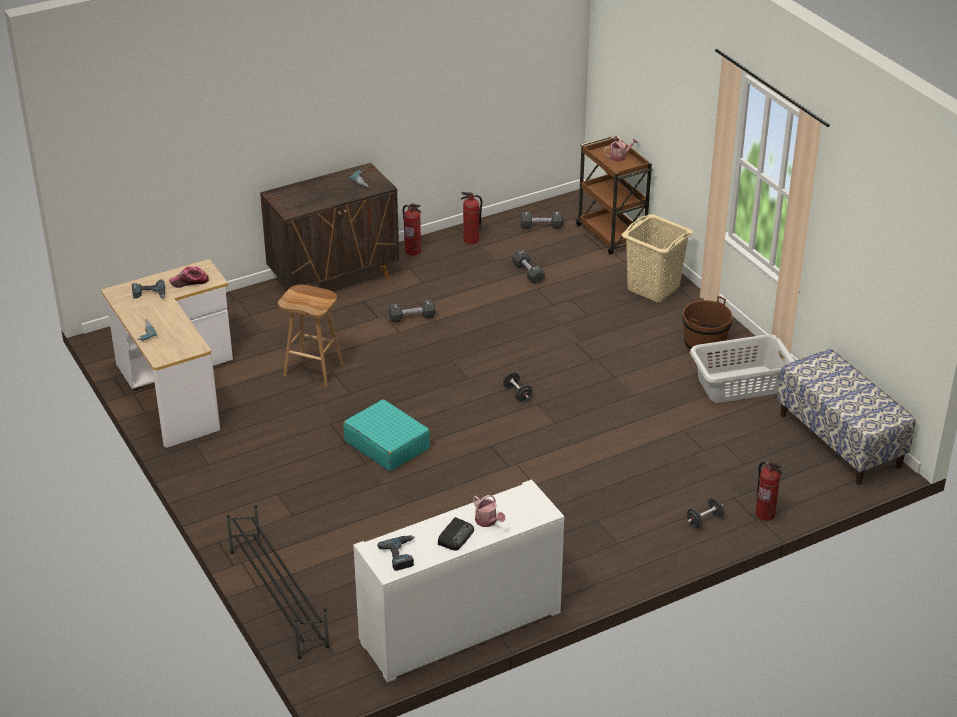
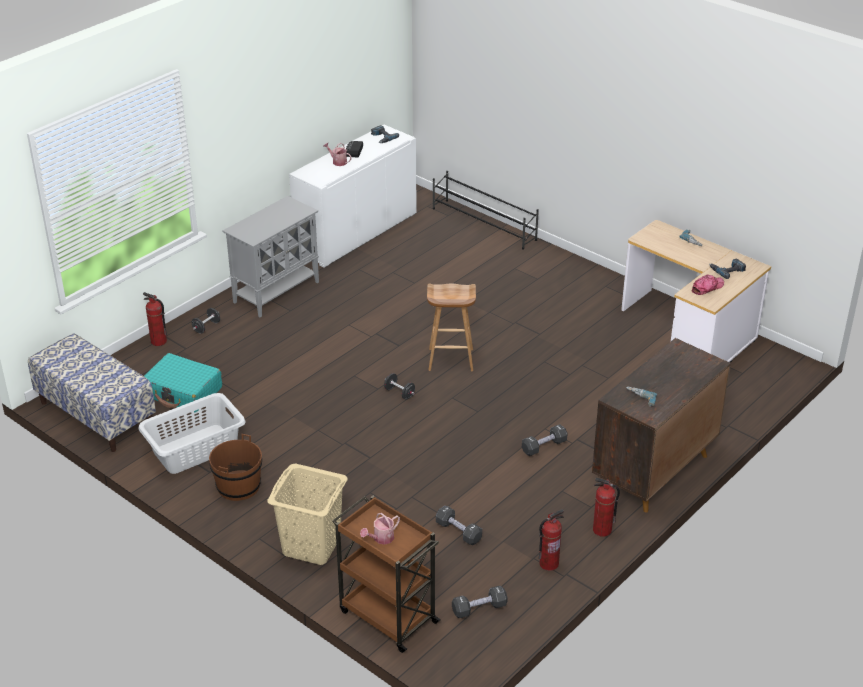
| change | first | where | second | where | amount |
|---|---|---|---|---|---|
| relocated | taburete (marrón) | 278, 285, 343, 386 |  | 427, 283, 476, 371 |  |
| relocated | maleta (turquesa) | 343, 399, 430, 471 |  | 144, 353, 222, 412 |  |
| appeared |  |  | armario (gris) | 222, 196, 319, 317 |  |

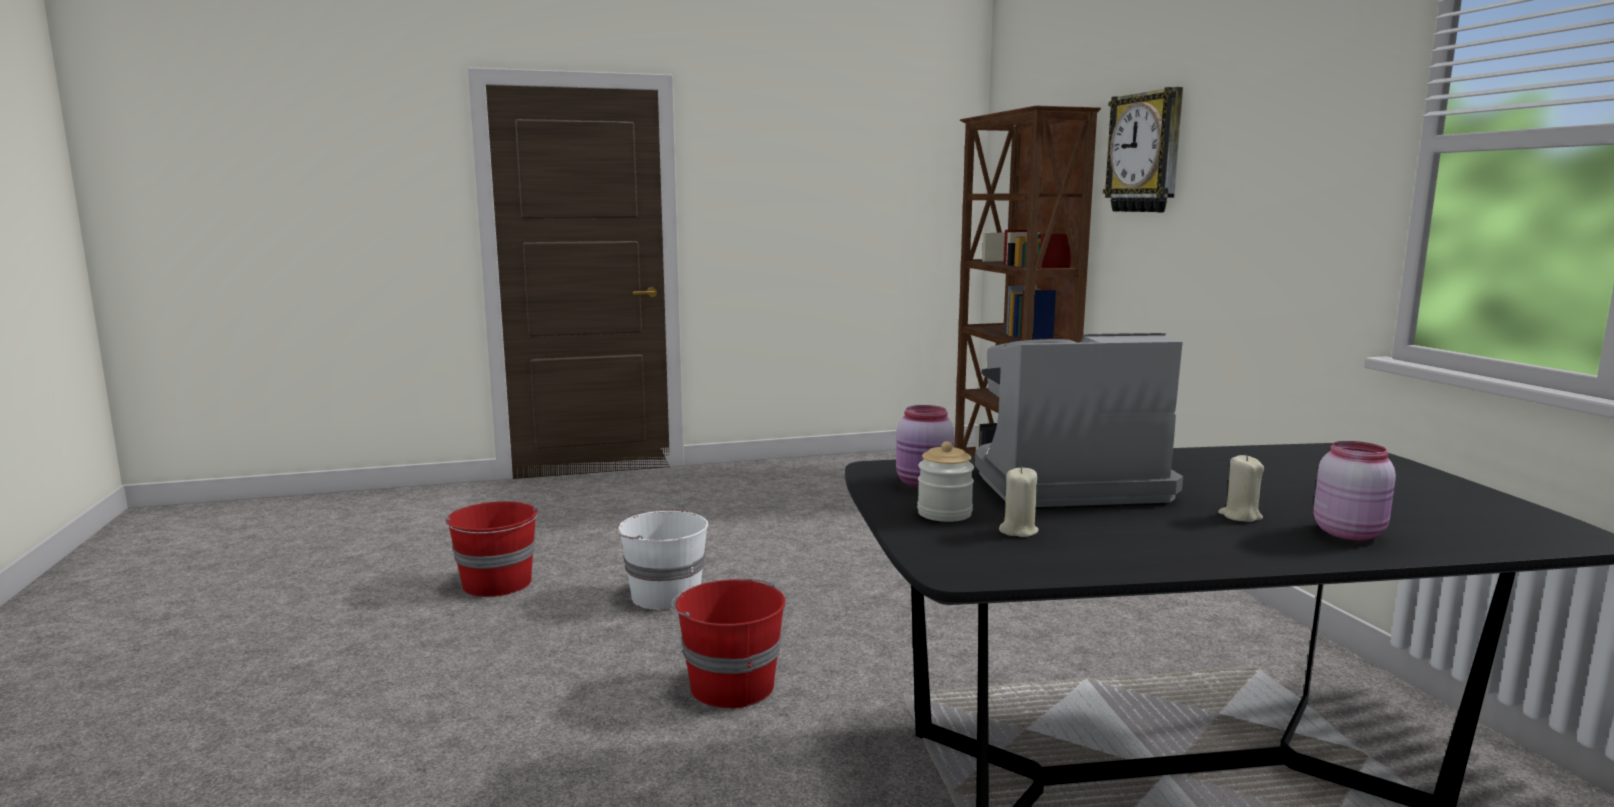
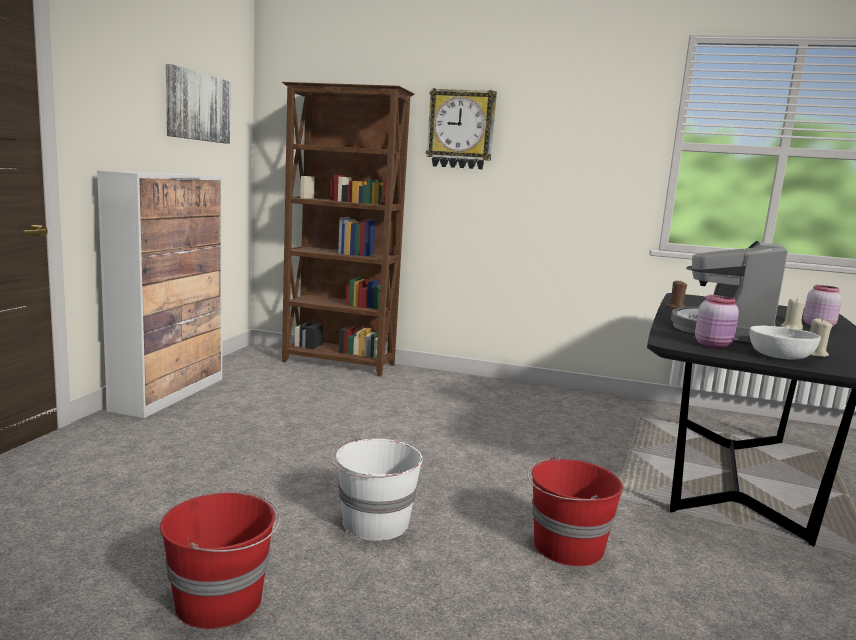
| change | first | where | second | where | amount |
|---|---|---|---|---|---|
| exchanged | tarro | 917, 441, 974, 522 | cuenco (blanco) | 750, 326, 821, 359 |  |
| appeared |  |  | armario | 97, 170, 222, 418 |  |
| appeared |  |  | cuadro | 166, 64, 230, 144 |  |
| appeared |  |  | vela (marrón) | 666, 280, 687, 308 |  |

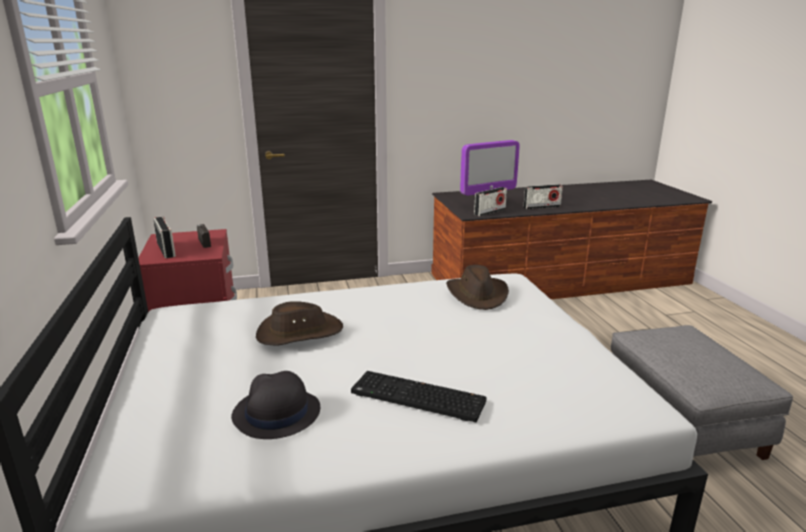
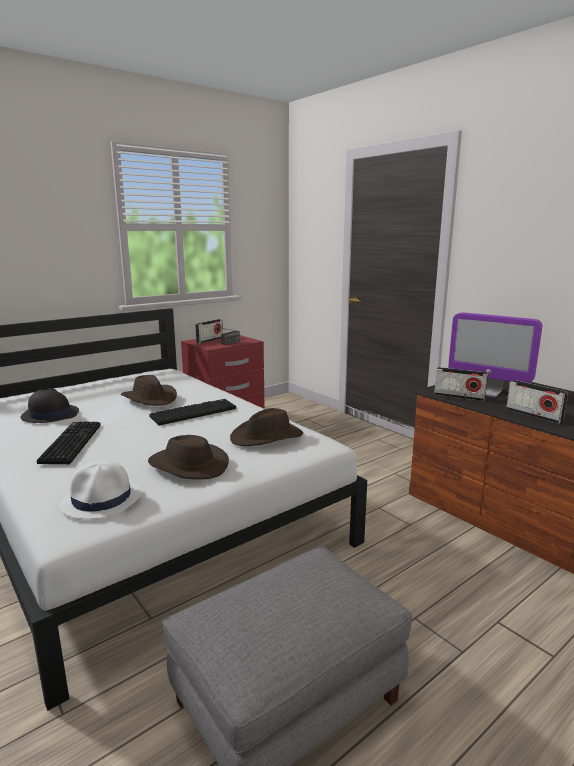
| change | first | where | second | where | amount |
|---|---|---|---|---|---|
| appeared |  |  | sombrero (blanco) | 59, 460, 142, 519 |  |
| appeared |  |  | sombrero (marrón) | 148, 435, 229, 479 |  |
| appeared |  |  | teclado | 149, 399, 236, 426 |  |

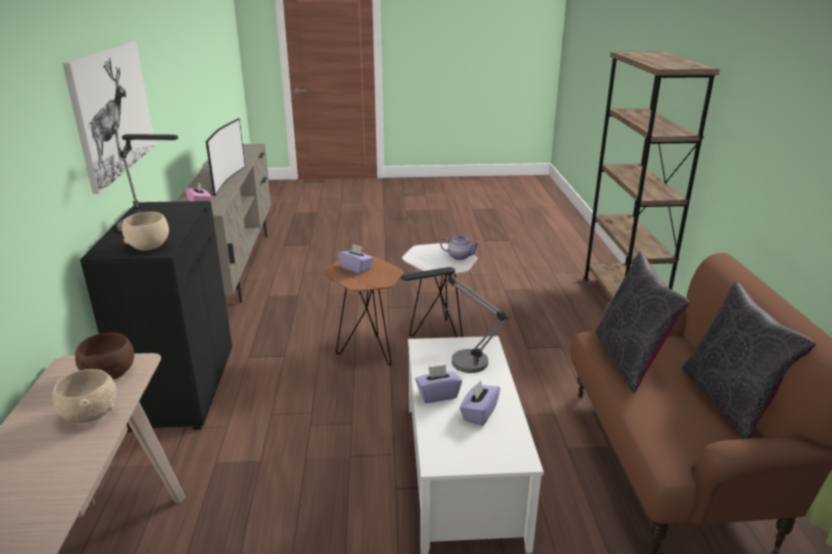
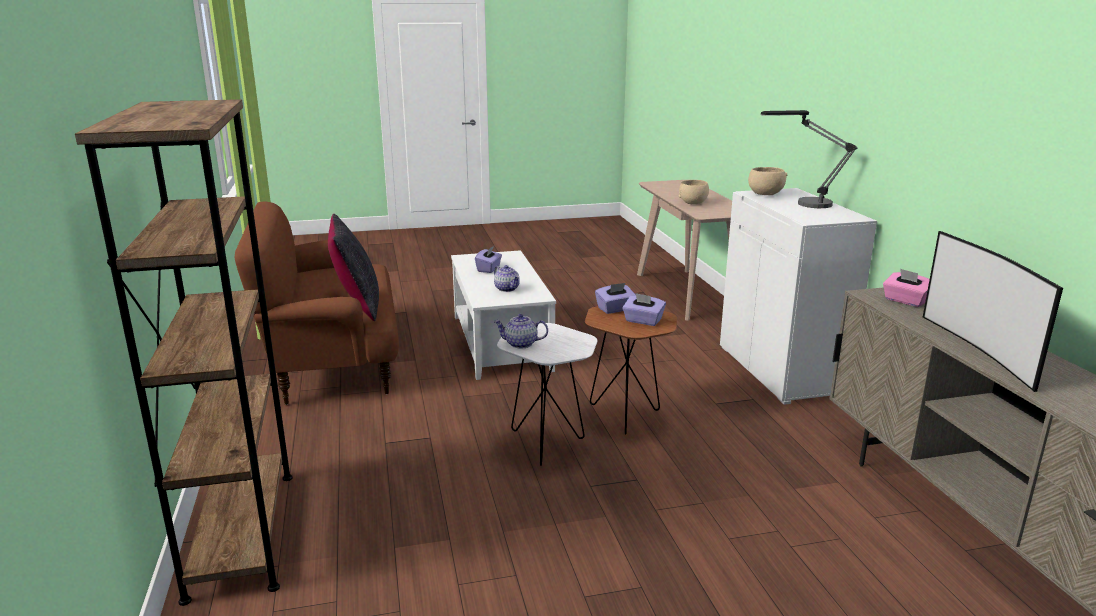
| change | first | where | second | where | amount |
|---|---|---|---|---|---|
| missing | cuadro | 62, 41, 155, 194 |  |  |  |
| missing | cuenco (marrón) | 75, 333, 134, 379 |  |  |  |
| colour | armario (negro) | 80, 201, 232, 432 | armario (blanco) | 720, 188, 877, 405 |  |
| exchanged | lámpara de mesa | 401, 267, 510, 373 | tetera | 494, 265, 520, 292 |  |
| relocated | caja de pañuelos (morado) | 415, 365, 462, 403 |  | 595, 283, 636, 314 |  |
| missing | cojín (negro) | 682, 281, 816, 439 |  |  |  |

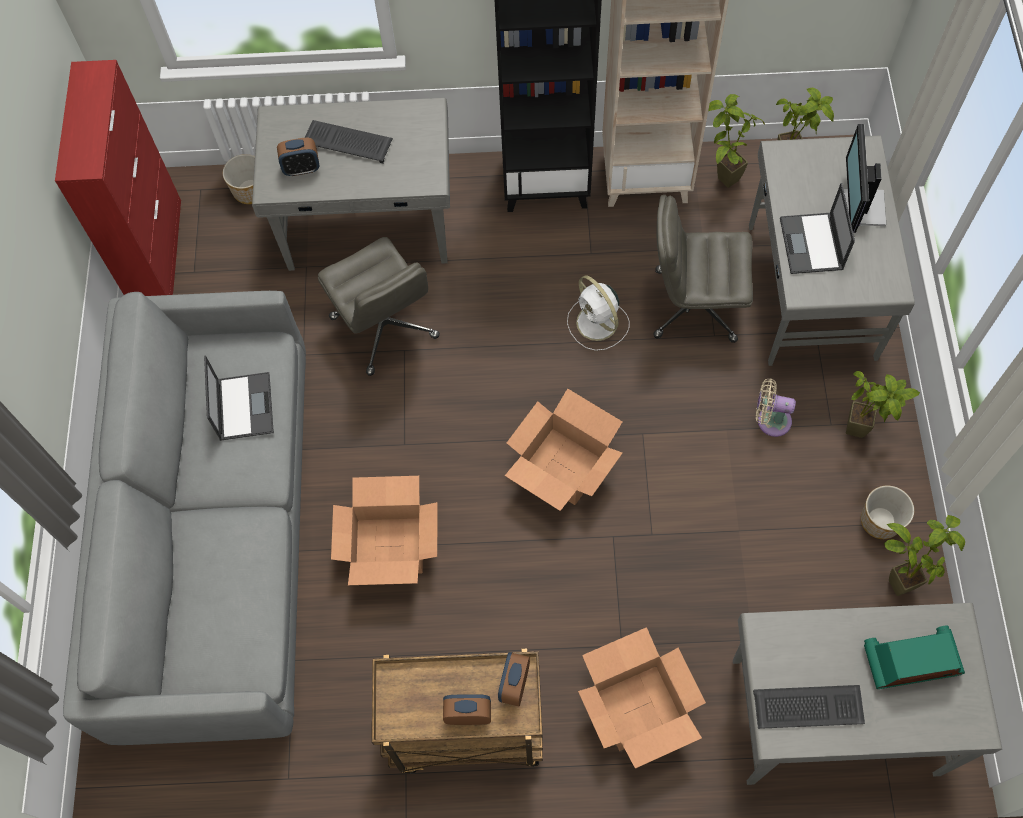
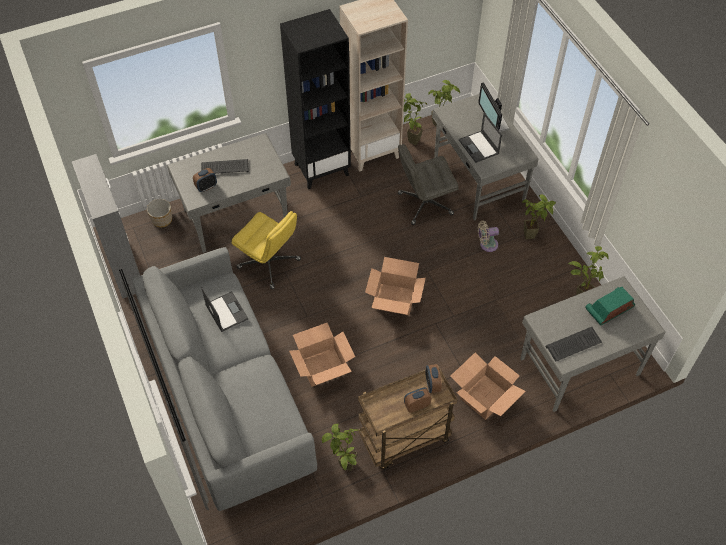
| change | first | where | second | where | amount |
|---|---|---|---|---|---|
| colour | armario (rojo) | 55, 60, 181, 296 | armario (gris) | 72, 154, 140, 298 |  |
| colour | silla de oficina (gris) | 318, 237, 440, 376 | silla de oficina (amarillo) | 232, 211, 301, 289 |  |
| missing | ventilador (blanco) | 567, 275, 630, 351 |  |  |  |
| missing | maceta | 861, 486, 914, 539 |  |  |  |
| appeared |  |  | planta en maceta | 322, 424, 360, 471 |  |

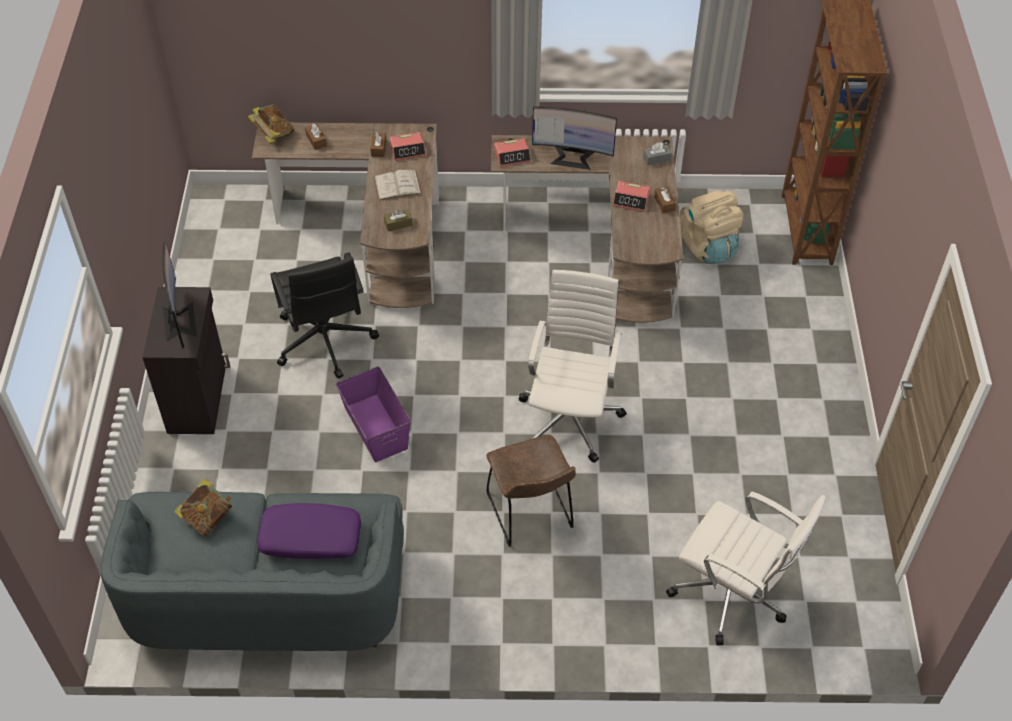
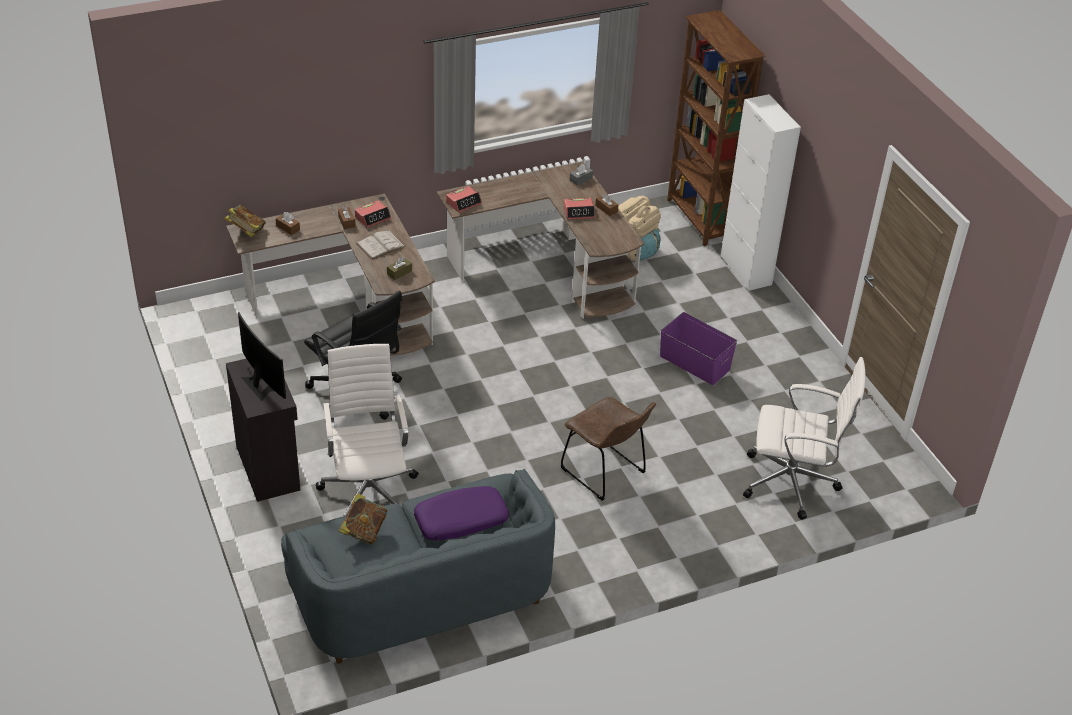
| change | first | where | second | where | amount |
|---|---|---|---|---|---|
| relocated | caja de almacenaje (morado) | 336, 366, 411, 462 |  | 660, 312, 737, 385 |  |
| relocated | silla de oficina (blanco) | 519, 270, 627, 463 |  | 316, 344, 419, 516 |  |
| missing | monitor | 532, 107, 617, 170 |  |  |  |
| appeared |  |  | armario (blanco) | 721, 94, 801, 291 |  |

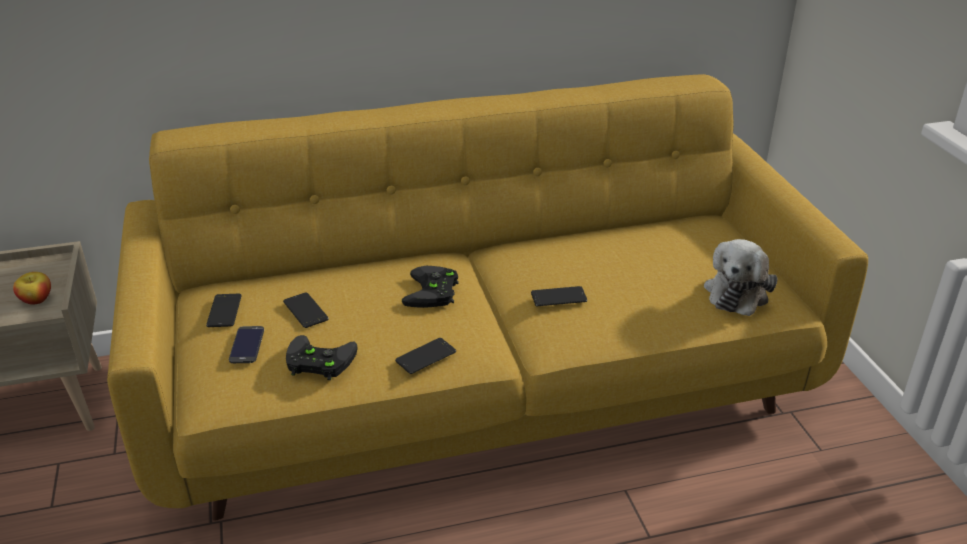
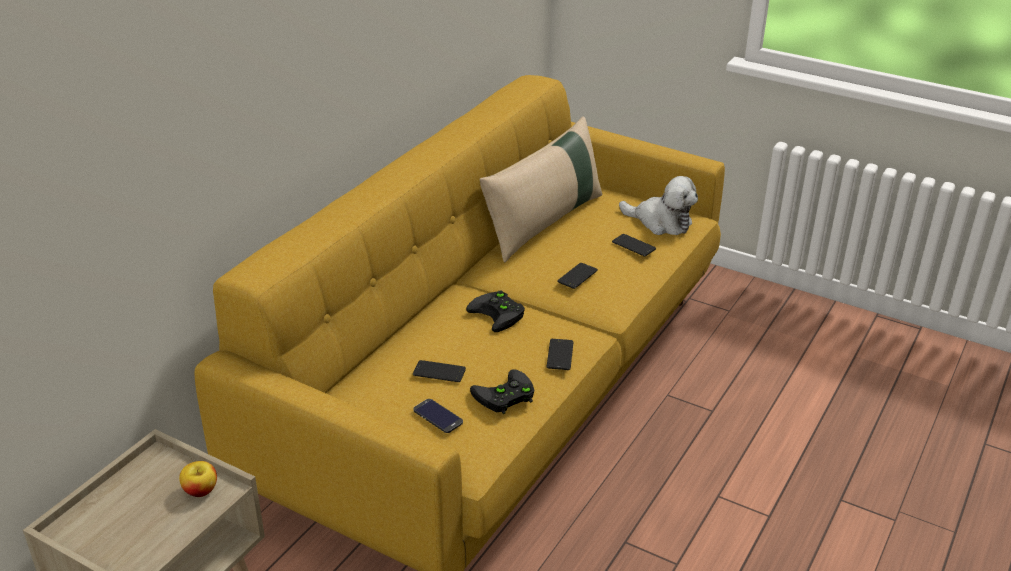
| change | first | where | second | where | amount |
|---|---|---|---|---|---|
| relocated | móvil | 206, 294, 242, 327 |  | 612, 234, 656, 256 |  |
| spun | peluche | 704, 239, 778, 316 |  | 619, 176, 698, 235 | 45 degrees counterclockwise |
| appeared |  |  | cojín (beis) | 479, 117, 602, 262 |  |

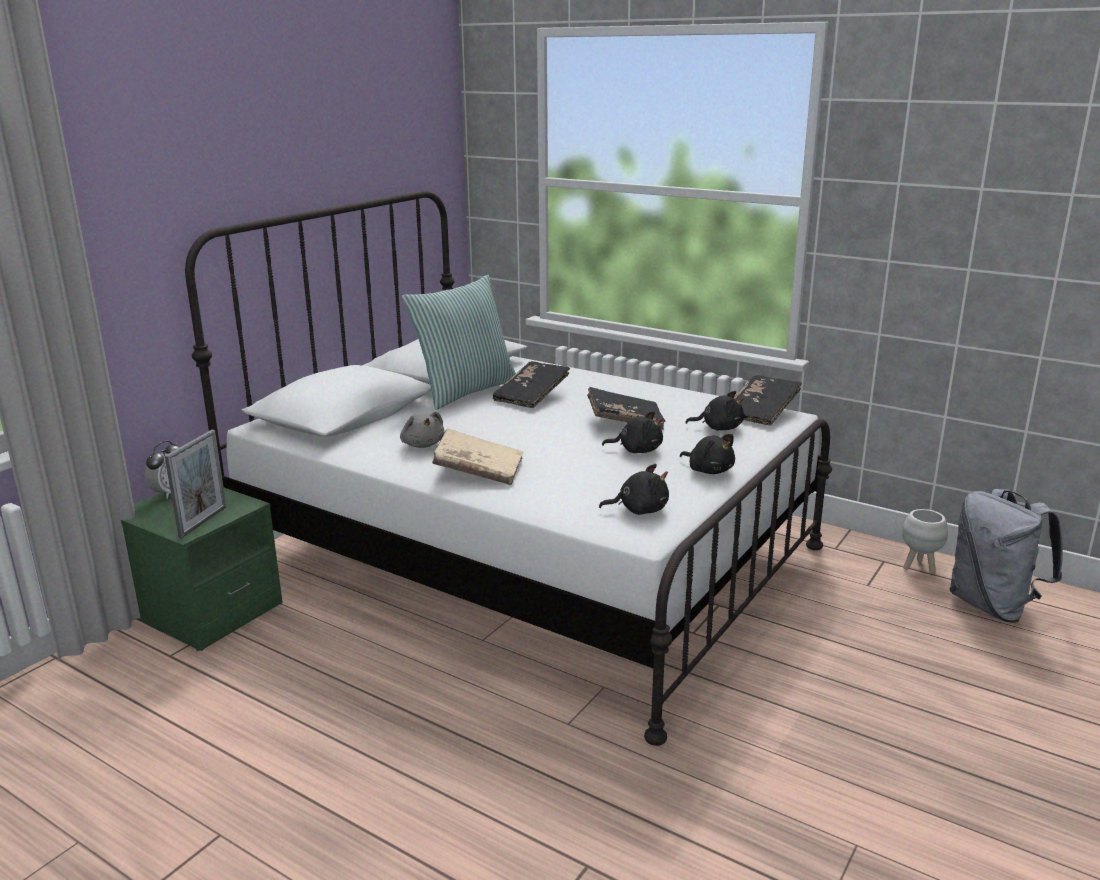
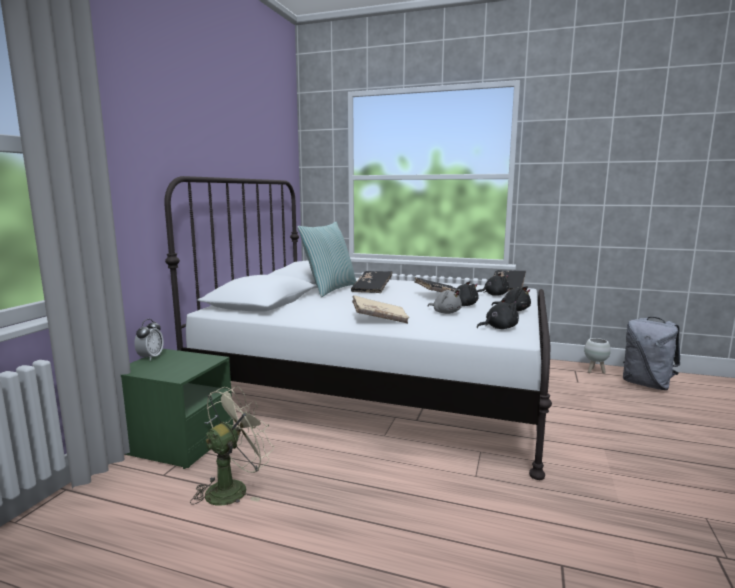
| change | first | where | second | where | amount |
|---|---|---|---|---|---|
| missing | portarretratos | 165, 430, 226, 538 |  |  |  |
| relocated | peluche (gris) | 400, 412, 444, 448 |  | 428, 289, 462, 314 |  |
| appeared |  |  | ventilador (beis) | 190, 386, 274, 506 |  |

